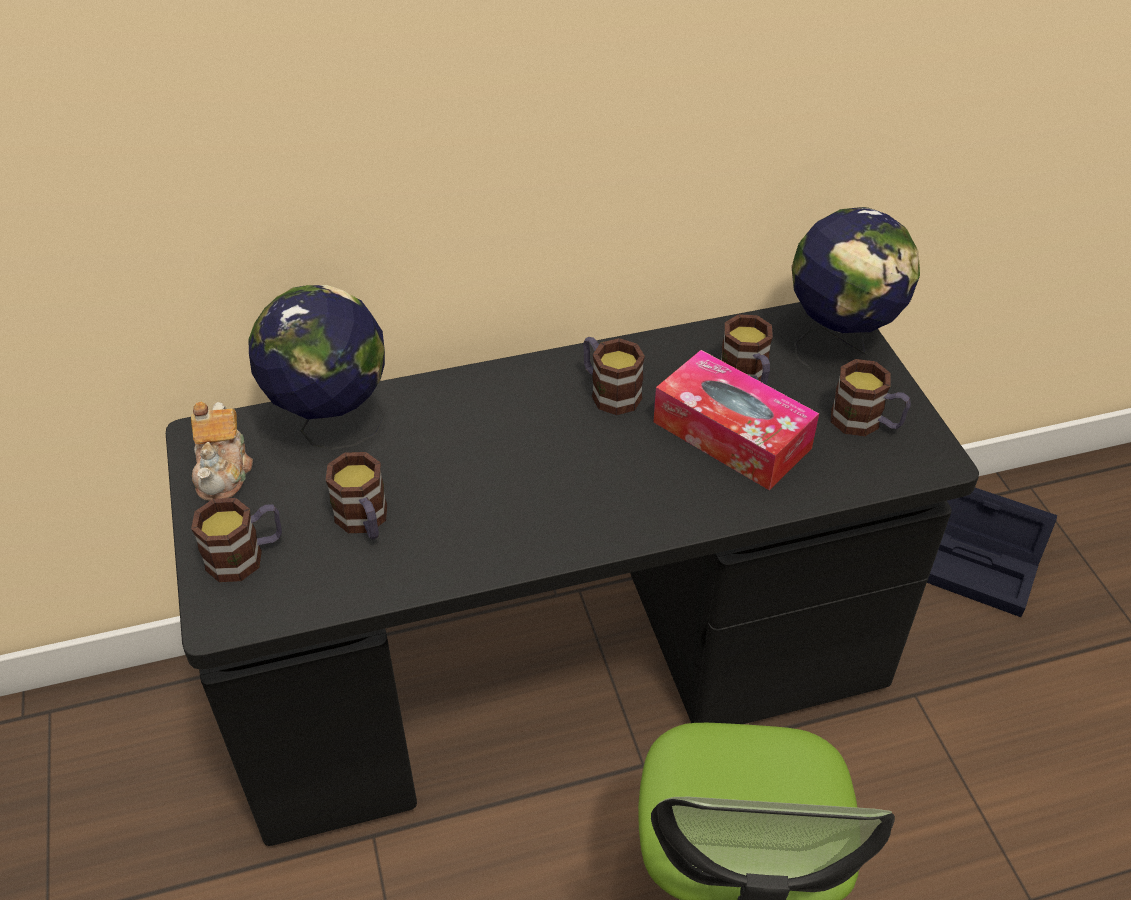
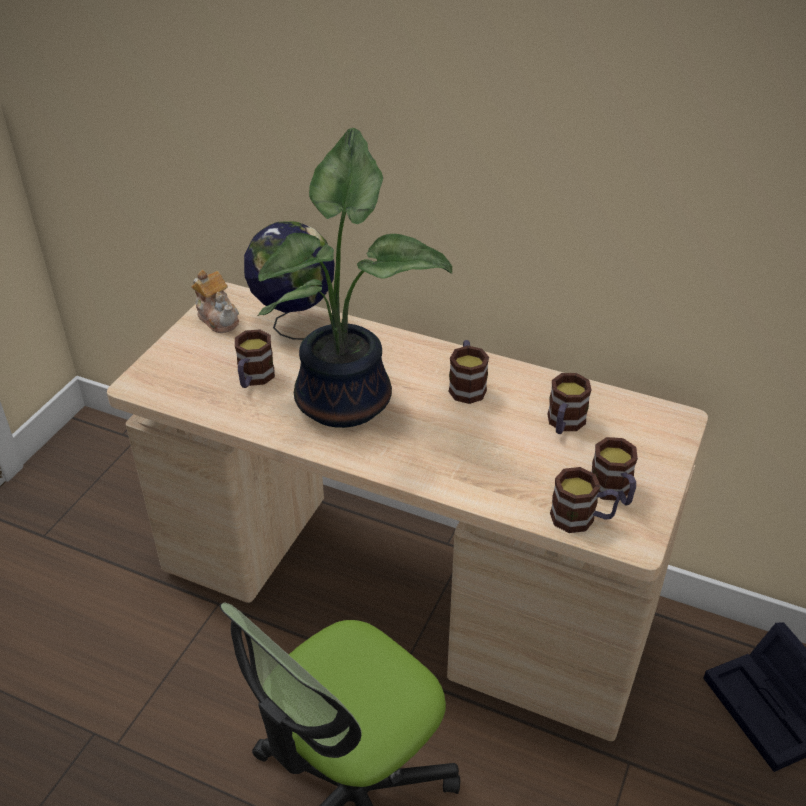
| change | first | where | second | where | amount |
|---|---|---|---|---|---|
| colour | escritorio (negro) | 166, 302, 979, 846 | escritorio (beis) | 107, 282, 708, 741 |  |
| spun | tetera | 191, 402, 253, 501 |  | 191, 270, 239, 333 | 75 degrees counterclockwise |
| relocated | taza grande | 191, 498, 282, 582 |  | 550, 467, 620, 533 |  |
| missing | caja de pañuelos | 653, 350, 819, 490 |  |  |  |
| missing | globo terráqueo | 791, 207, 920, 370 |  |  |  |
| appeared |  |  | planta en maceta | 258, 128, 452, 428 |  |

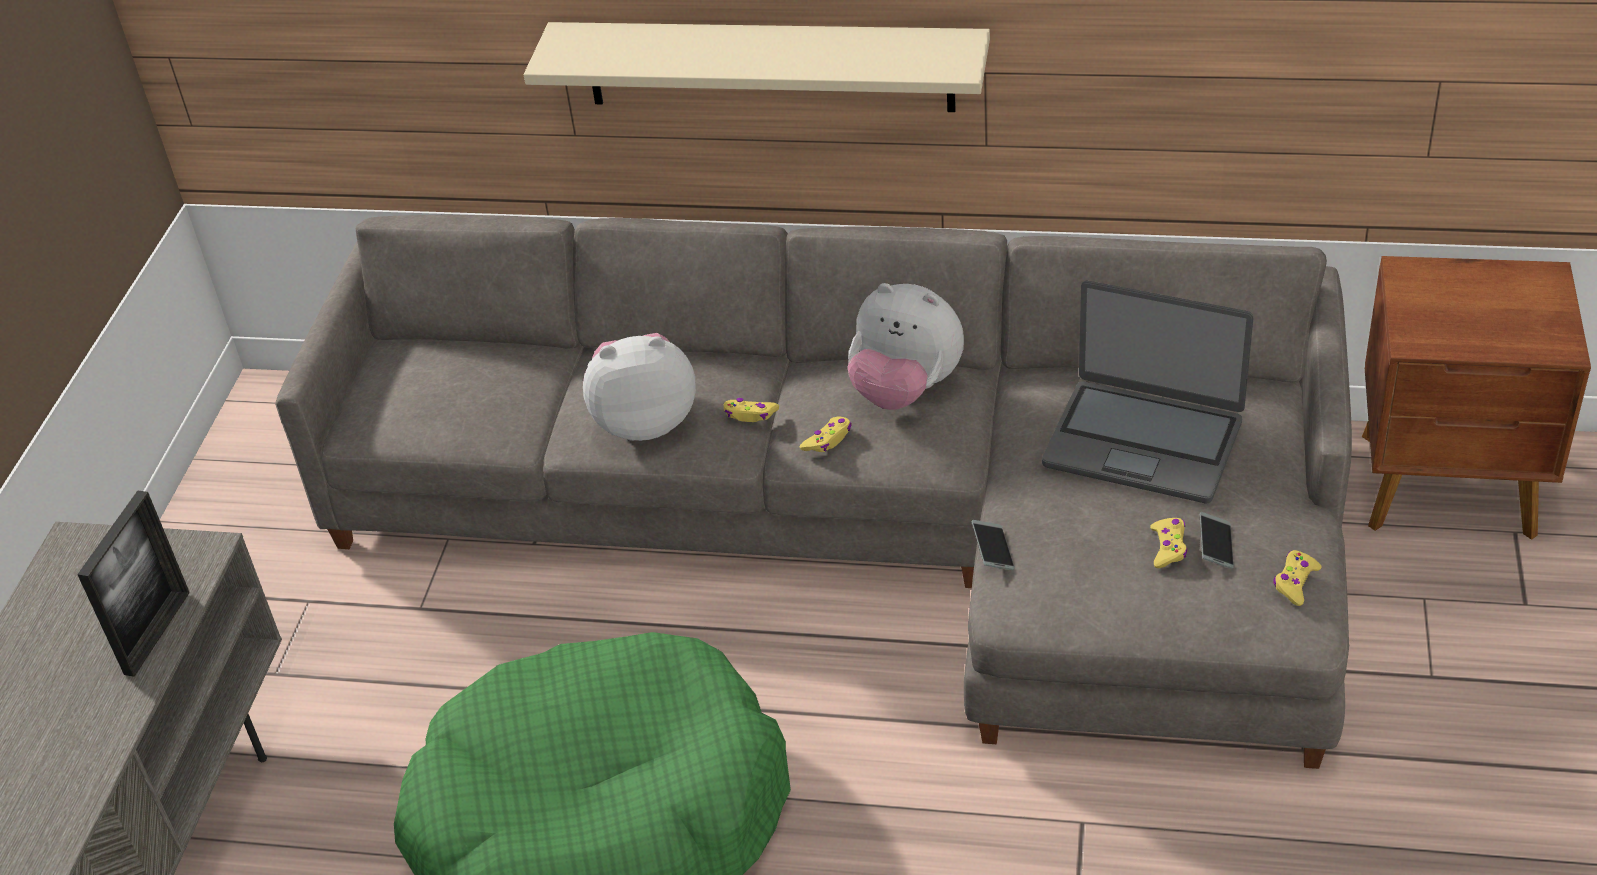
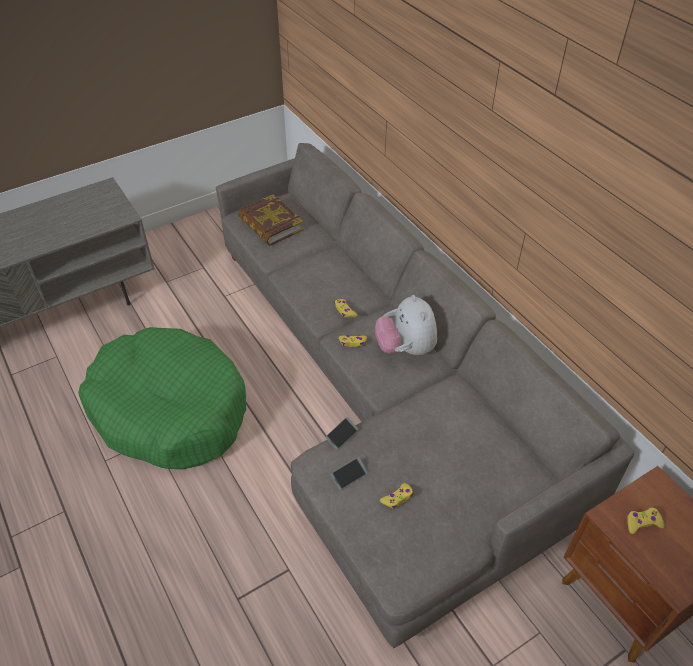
| change | first | where | second | where | amount |
|---|---|---|---|---|---|
| missing | portarretratos | 77, 490, 190, 677 |  |  |  |
| missing | estante (beis) | 524, 22, 990, 112 |  |  |  |
| missing | peluche | 583, 333, 696, 441 |  |  |  |
| missing | portátil | 1042, 281, 1254, 503 |  |  |  |
| relocated | móvil | 1200, 512, 1234, 569 |  | 331, 457, 368, 490 |  |
| relocated | mando de consola (amarillo) | 1273, 550, 1322, 606 |  | 627, 507, 664, 534 |  |
| appeared |  |  | libro | 238, 194, 304, 246 |  |

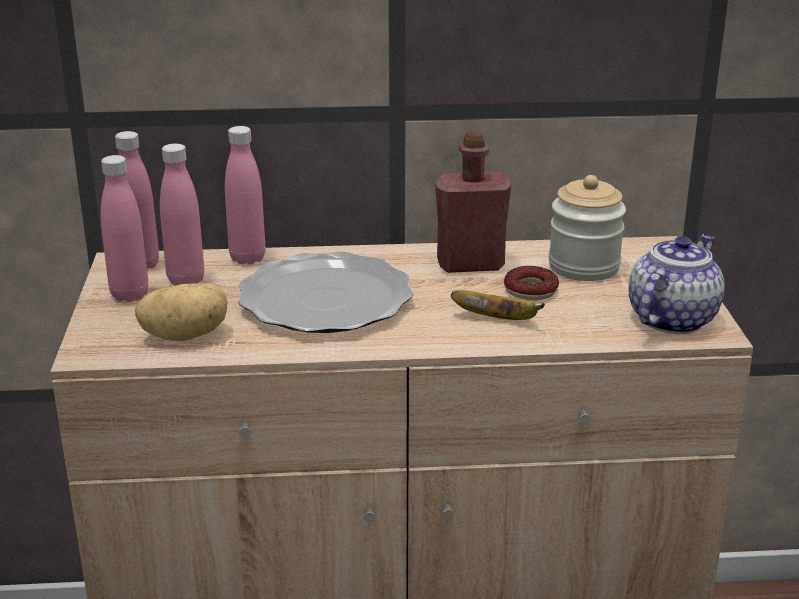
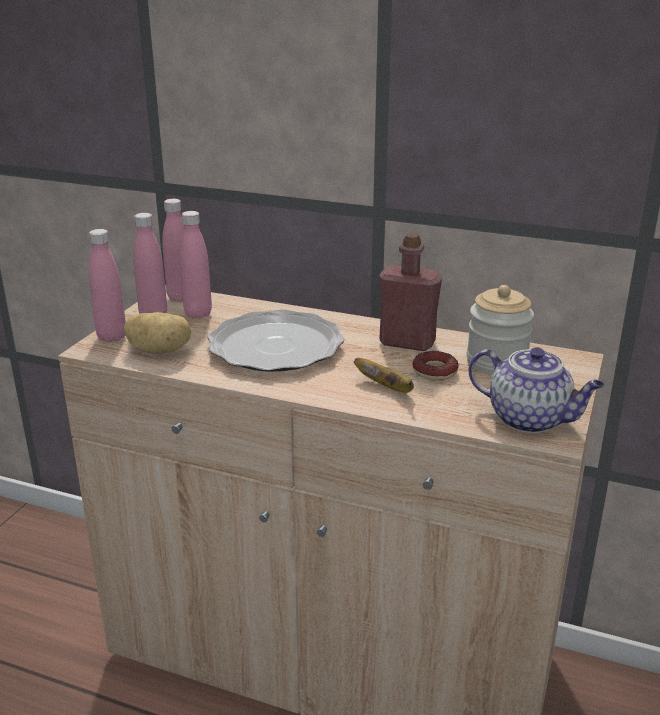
| change | first | where | second | where | amount |
|---|---|---|---|---|---|
| relocated | botella (rosa) | 225, 126, 266, 264 |  | 89, 229, 126, 342 |  |
| spun | tetera | 629, 234, 725, 334 |  | 469, 347, 605, 433 | 60 degrees clockwise |

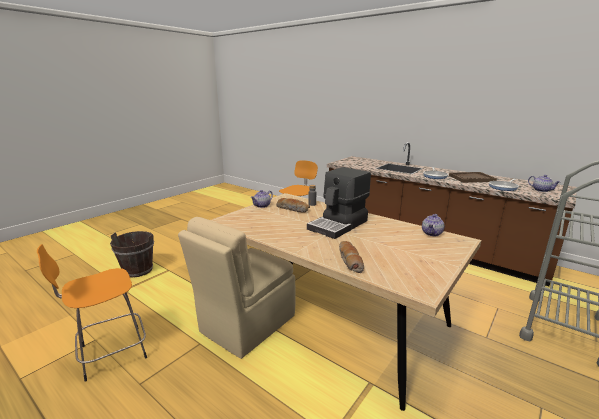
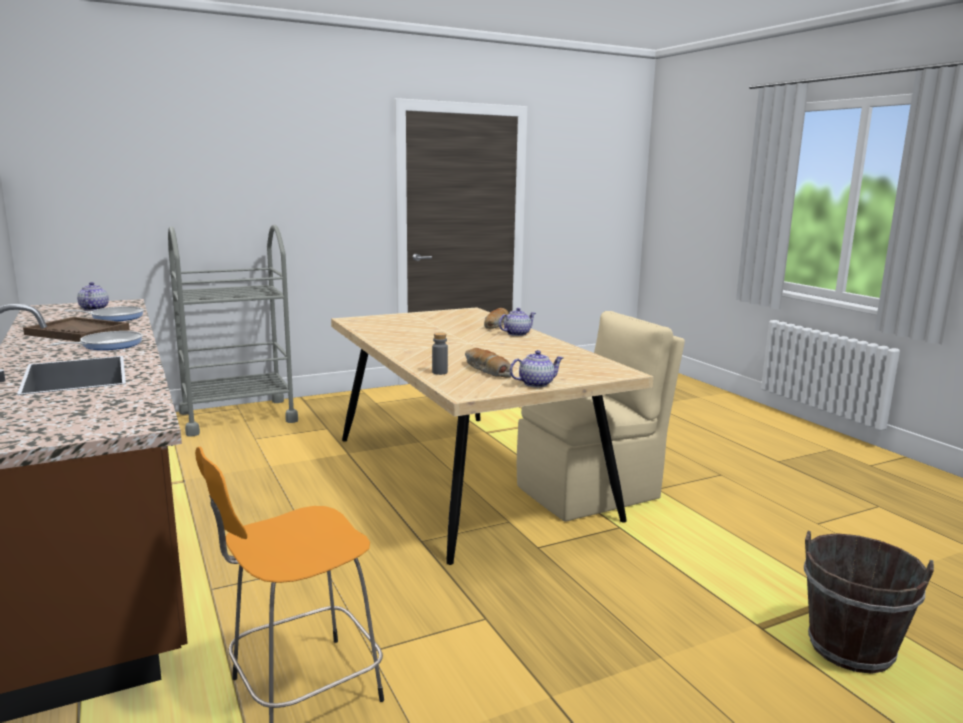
| change | first | where | second | where | amount |
|---|---|---|---|---|---|
| missing | taburete (naranja) | 37, 244, 147, 382 |  |  |  |
| missing | cafetera | 307, 167, 371, 239 |  |  |  |
| relocated | tetera | 422, 214, 444, 236 |  | 499, 308, 536, 336 |  |

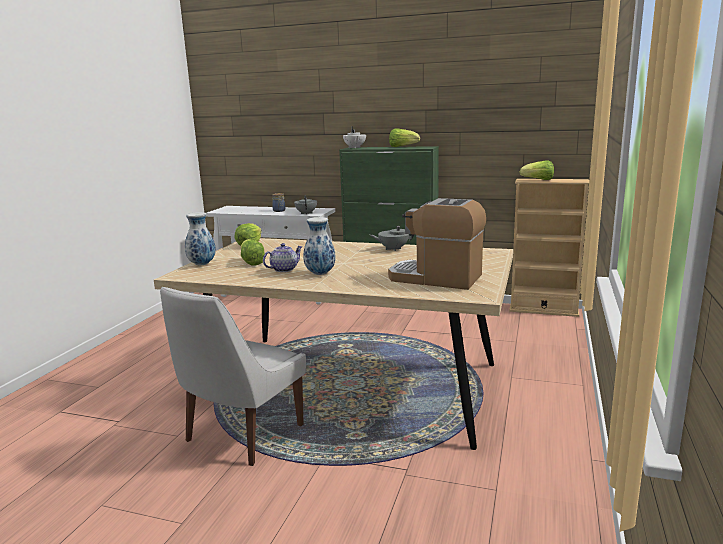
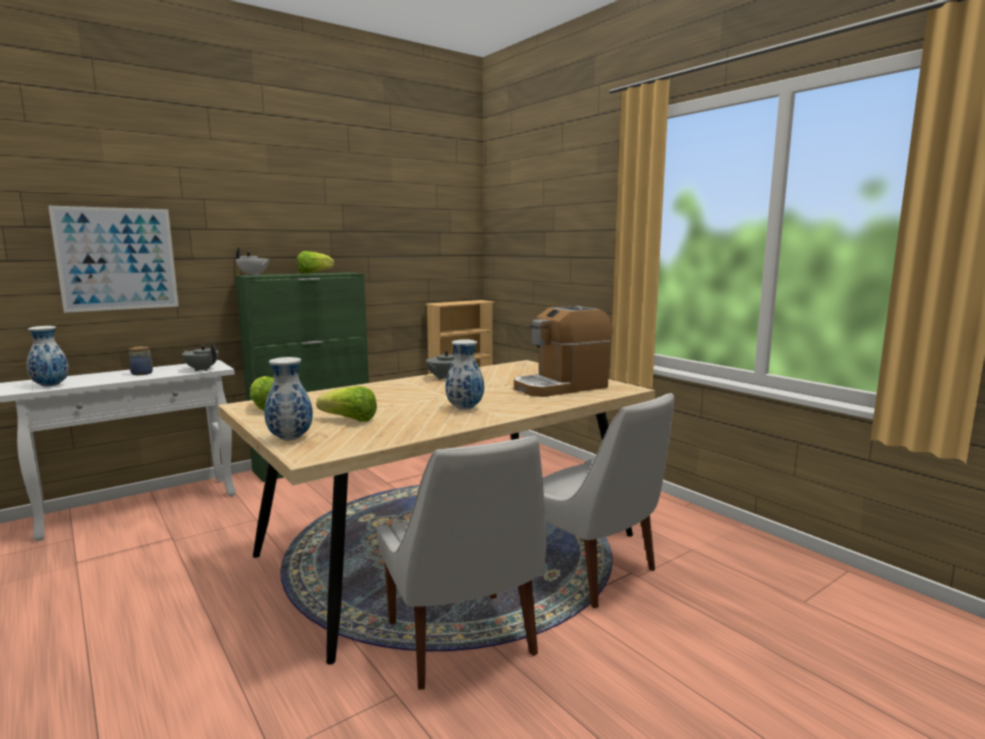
| change | first | where | second | where | amount |
|---|---|---|---|---|---|
| missing | tetera | 263, 243, 303, 272 |  |  |  |
| missing | lechuga | 520, 160, 554, 180 |  |  |  |
| appeared |  |  | florero | 26, 326, 69, 387 |  |
| appeared |  |  | cuadro | 48, 206, 179, 313 |  |
| appeared |  |  | silla (blanco) | 543, 393, 674, 608 |  |

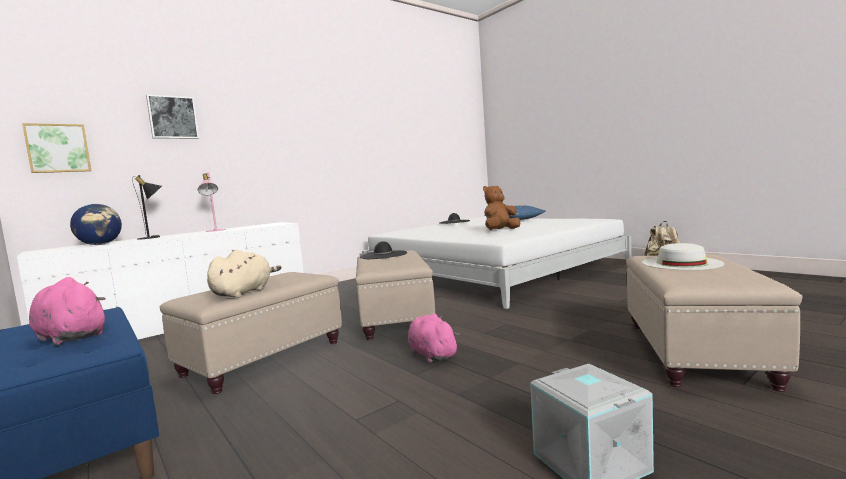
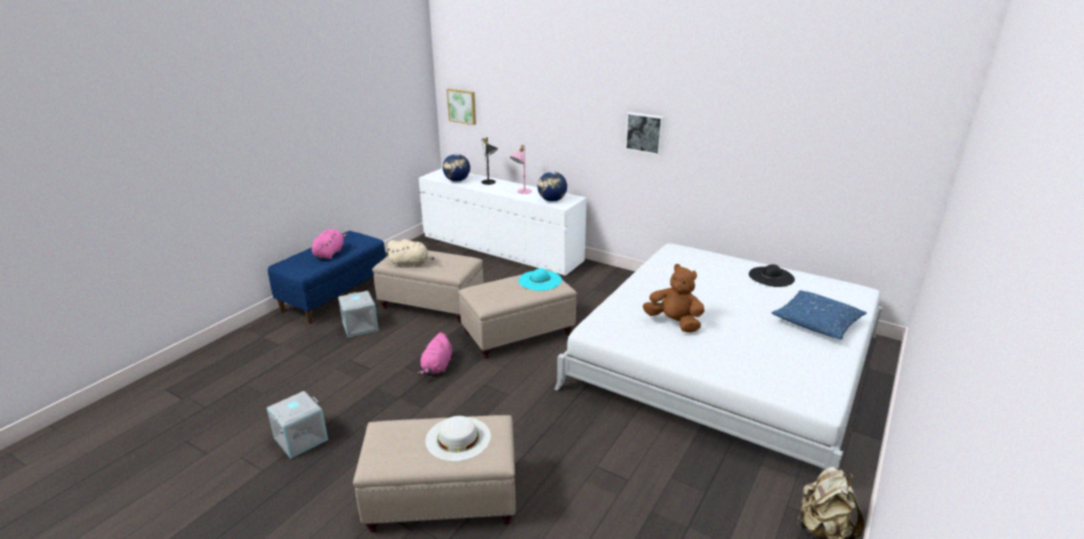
| change | first | where | second | where | amount |
|---|---|---|---|---|---|
| relocated | cuadro | 146, 94, 199, 139 |  | 625, 112, 664, 155 |  |
| colour | sombrero (negro) | 360, 241, 407, 259 | sombrero (turquesa) | 518, 268, 562, 291 |  |
| spun | peluche (rosa) | 408, 314, 459, 363 |  | 417, 332, 452, 375 | 150 degrees clockwise |
| appeared |  |  | caja de almacenaje (gris) | 338, 291, 379, 337 |  |
| appeared |  |  | globo terráqueo | 538, 172, 567, 202 |  |

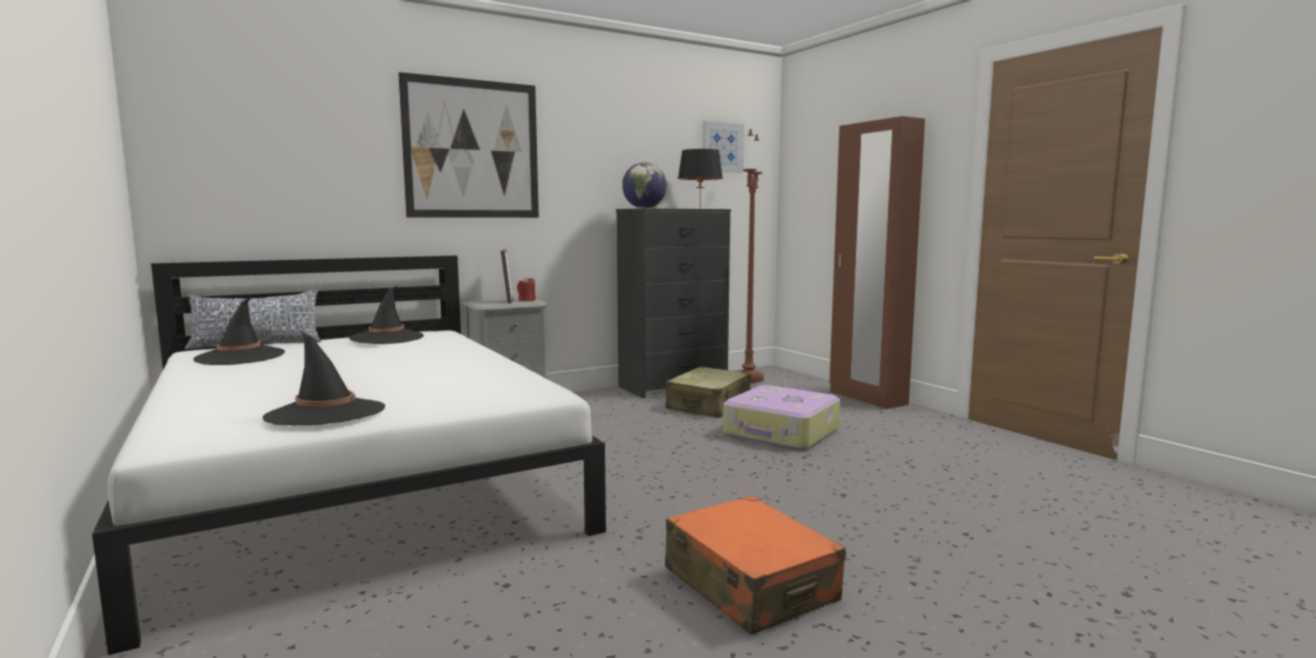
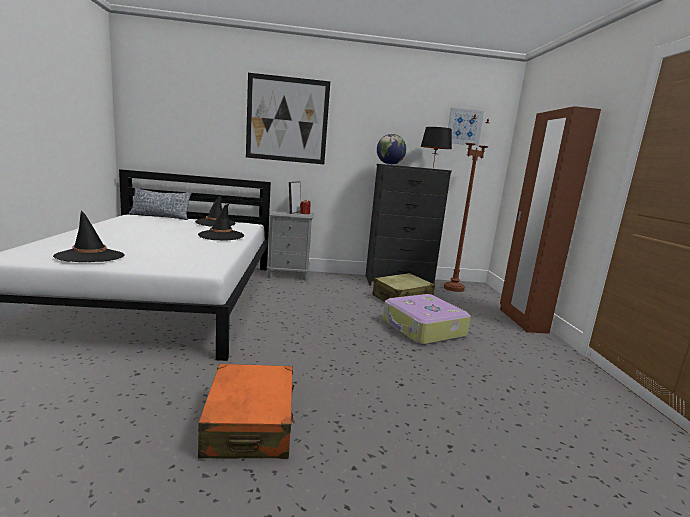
| change | first | where | second | where | amount |
|---|---|---|---|---|---|
| relocated | sombrero (negro) | 193, 298, 285, 365 |  | 198, 204, 244, 240 |  |

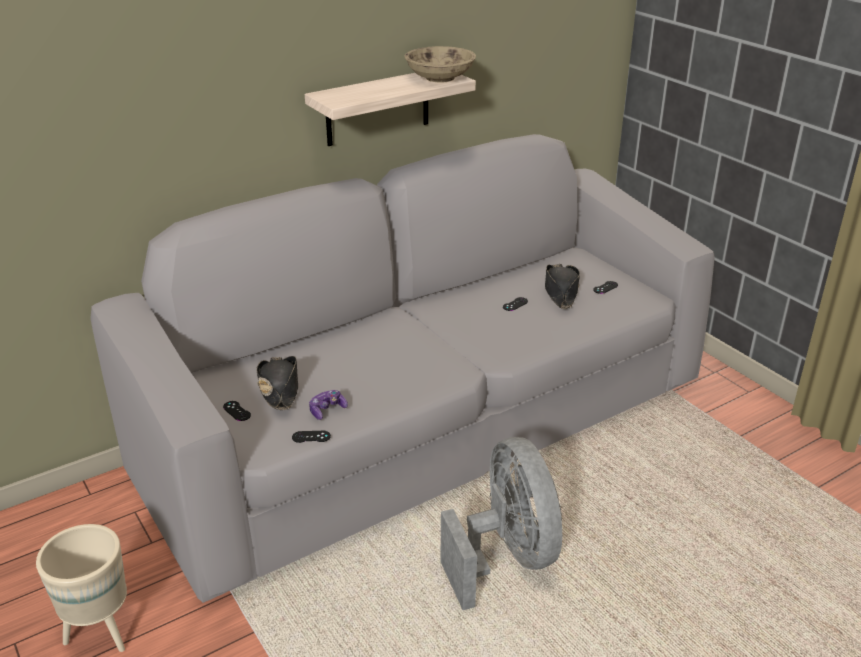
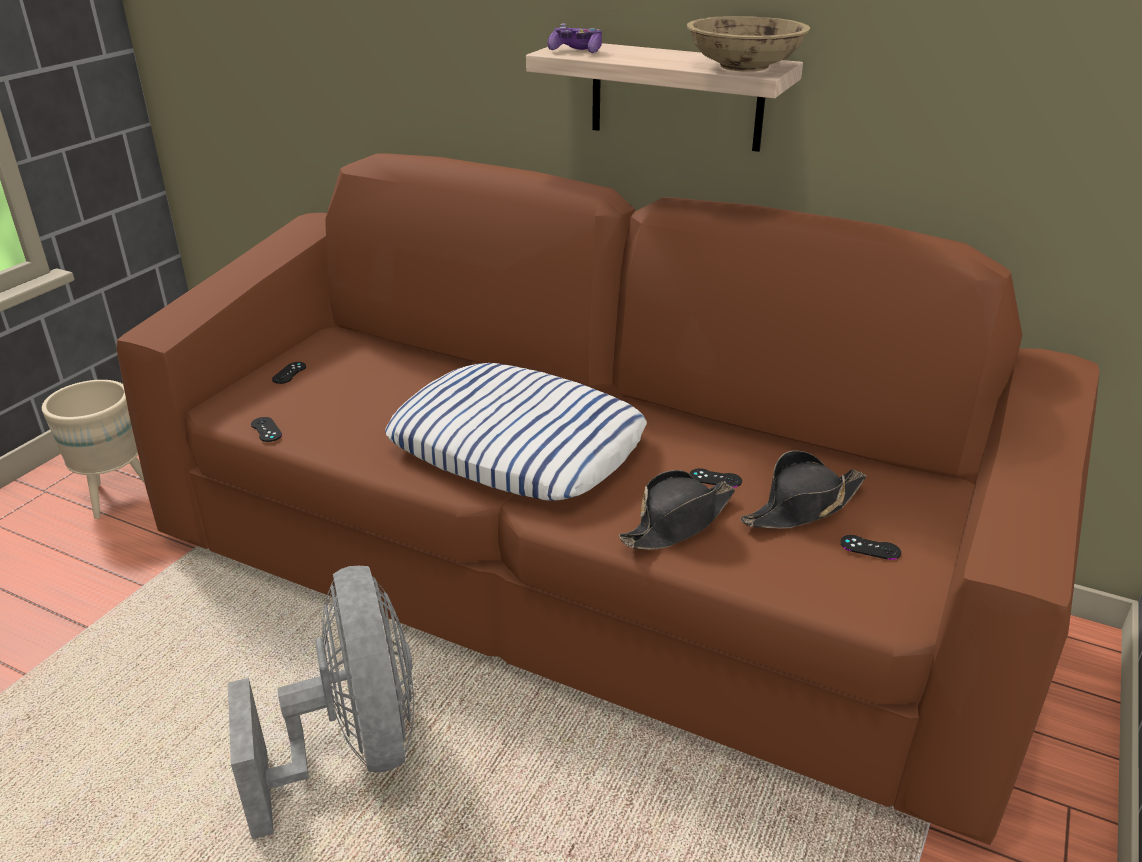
| change | first | where | second | where | amount |
|---|---|---|---|---|---|
| colour | sofá (gris) | 90, 134, 715, 603 | sofá (marrón) | 116, 153, 1099, 845 |  |
| relocated | sombrero (negro) | 256, 356, 298, 410 |  | 619, 470, 735, 550 |  |
| relocated | mando de consola | 309, 390, 348, 420 |  | 548, 23, 602, 53 |  |
| spun | ventilador (gris) | 440, 437, 562, 610 |  | 228, 566, 414, 839 | 60 degrees counterclockwise |
| appeared |  |  | cojín | 385, 363, 647, 501 |  |

